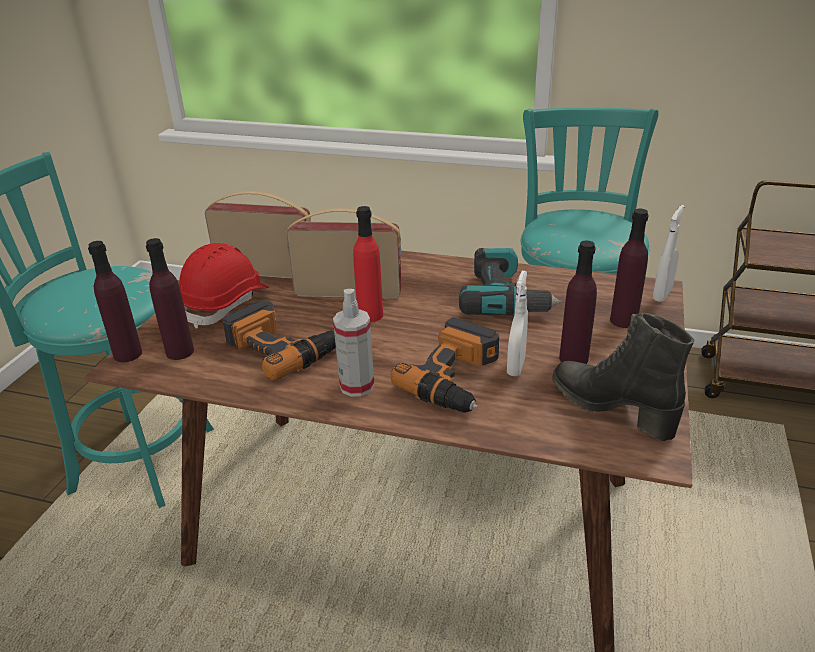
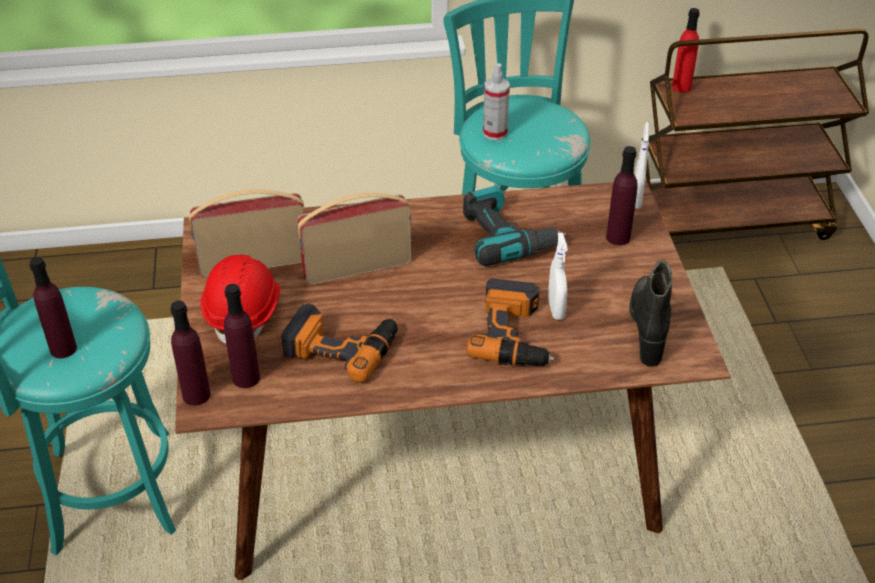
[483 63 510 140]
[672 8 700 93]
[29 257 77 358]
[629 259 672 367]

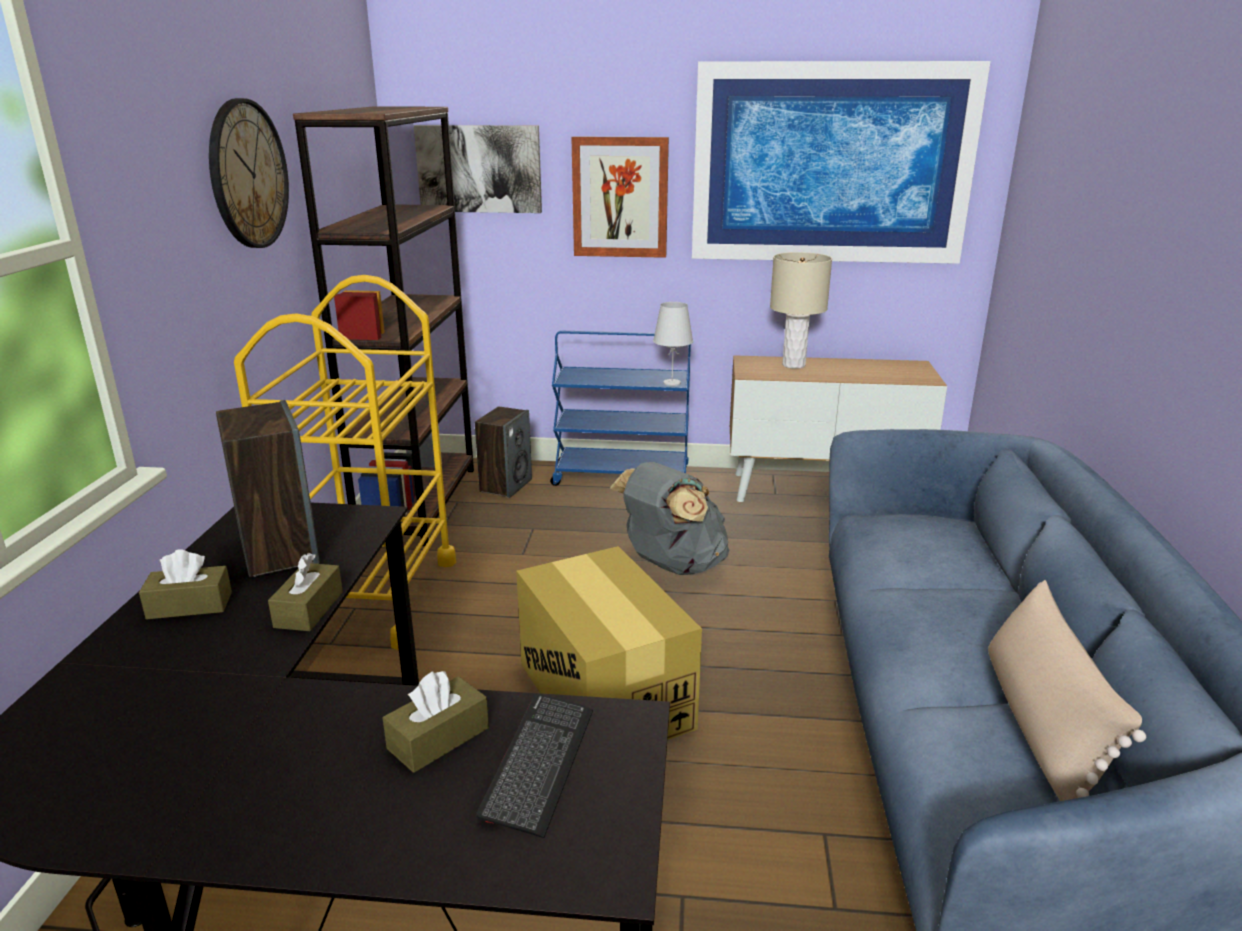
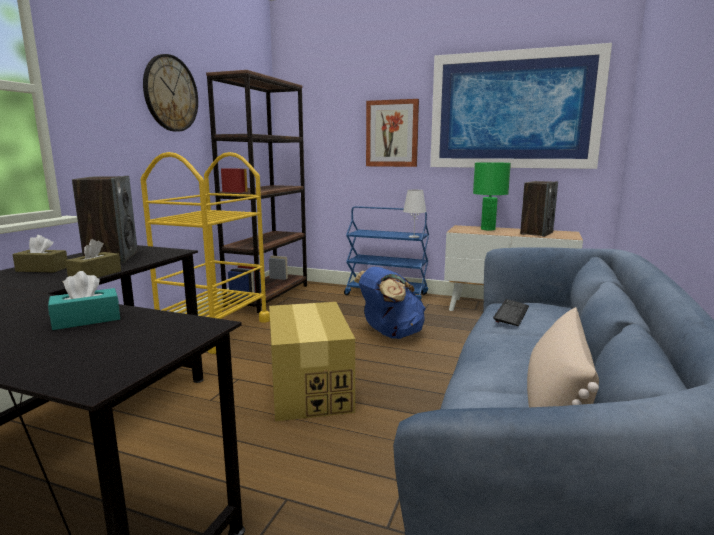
[414 125 542 213] (first image)
[520 181 558 237]
[493 299 529 326]
[48 271 120 330]
[354 267 426 339]
[473 162 511 231]

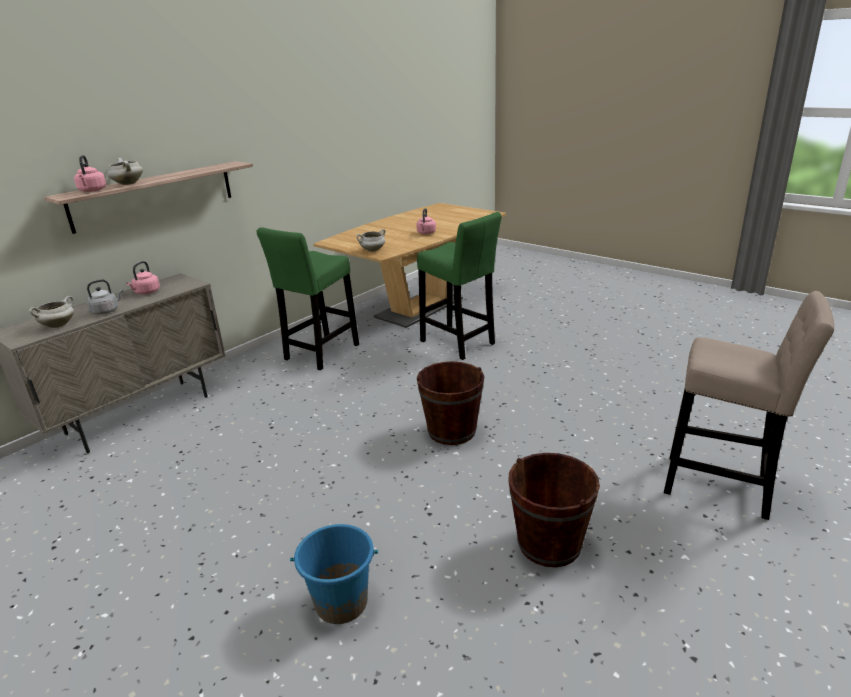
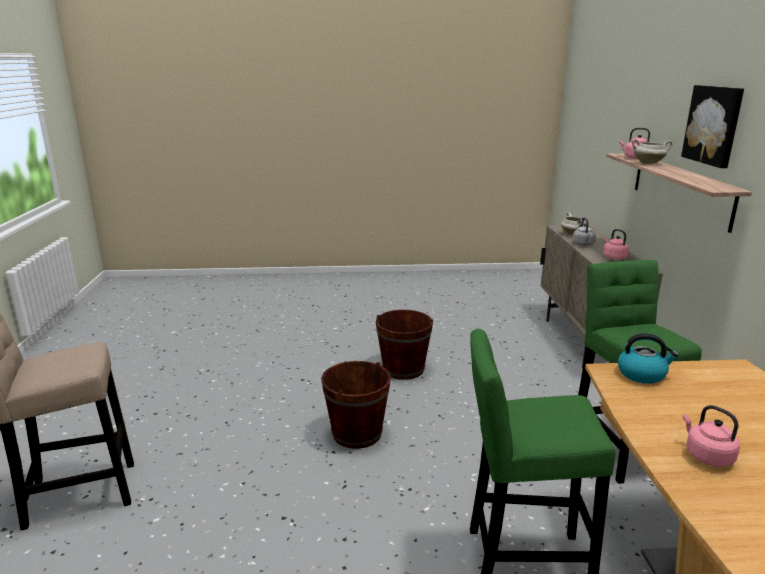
[290 524 378 624] (first image)
[681 85 744 168]
[376 310 433 380]
[618 333 679 384]

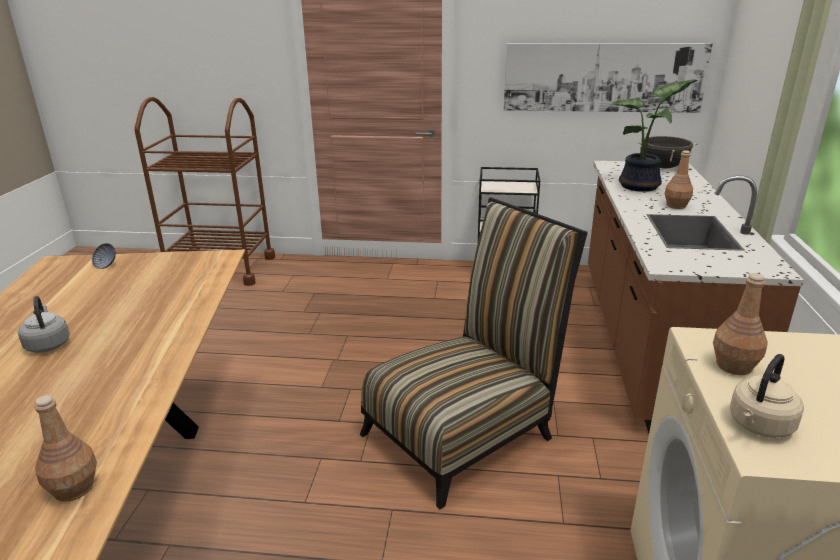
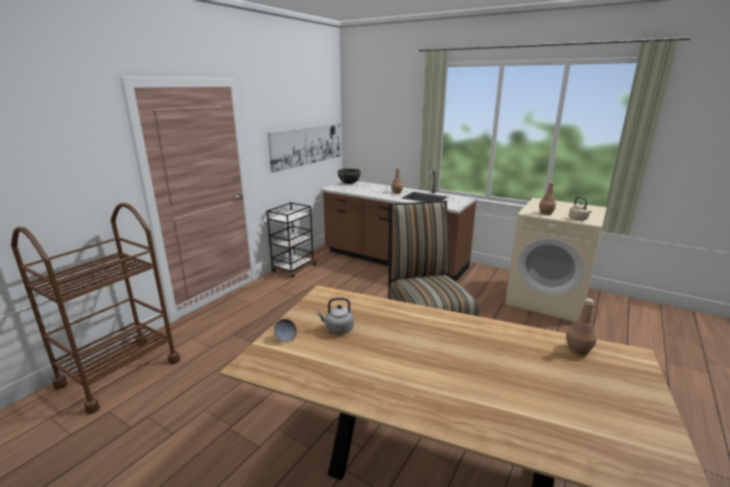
[611 79 698 192] (first image)
[317 297 354 334]

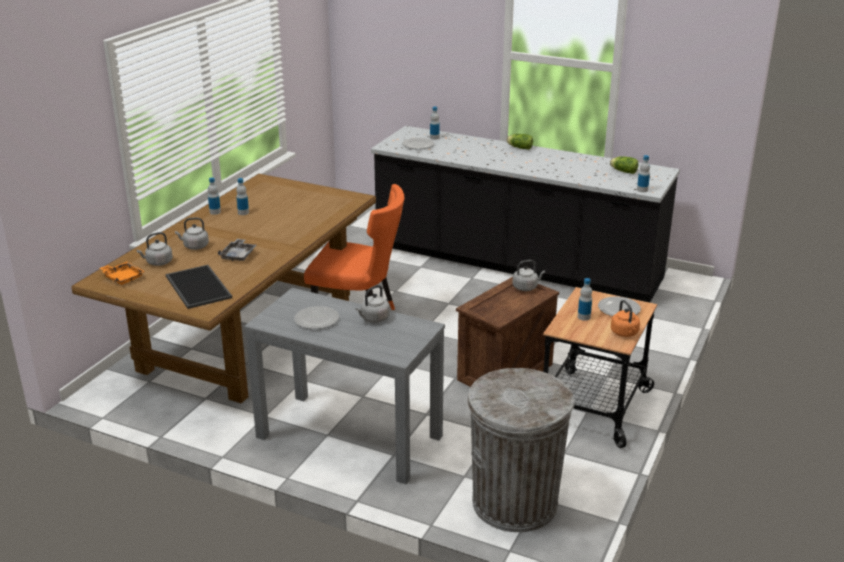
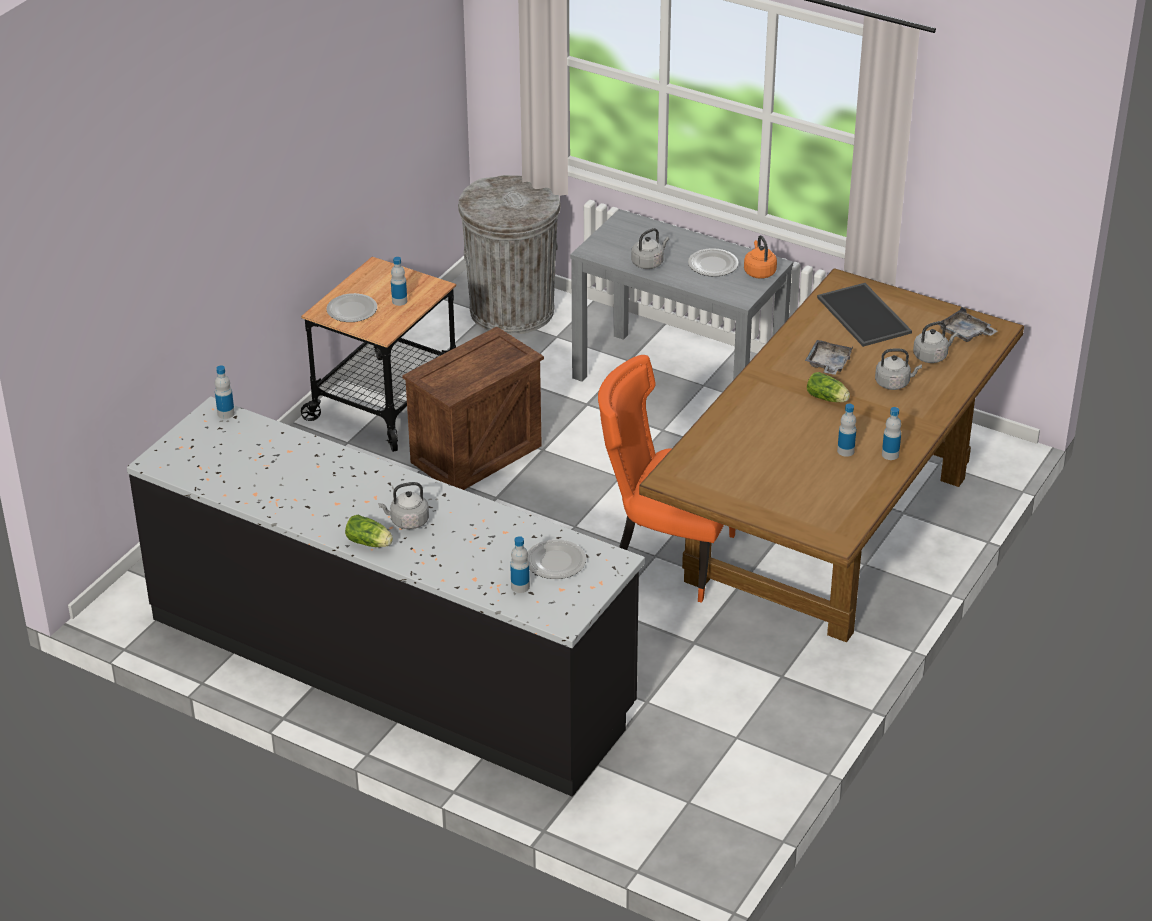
[378 482 429 529]
[807 372 850 402]
[744 235 777 279]
[937 307 998 342]

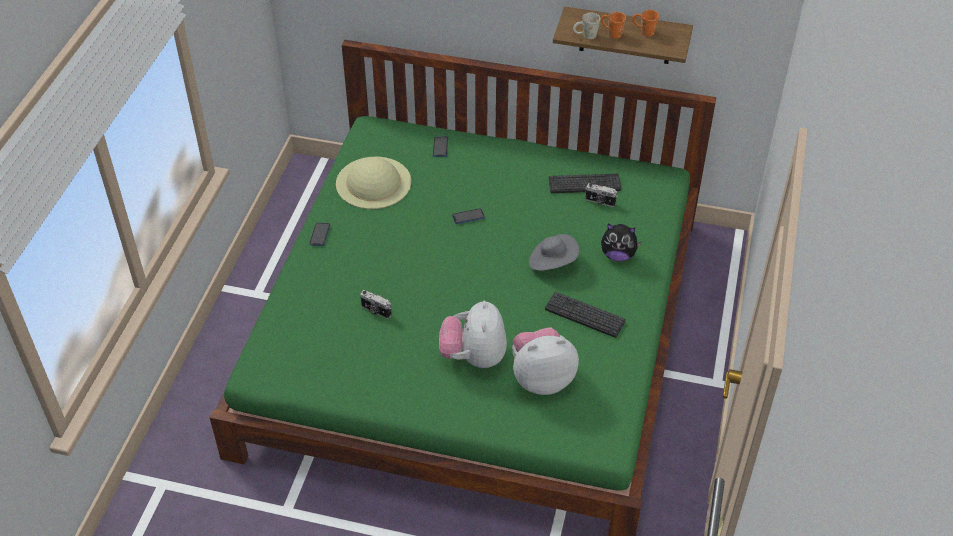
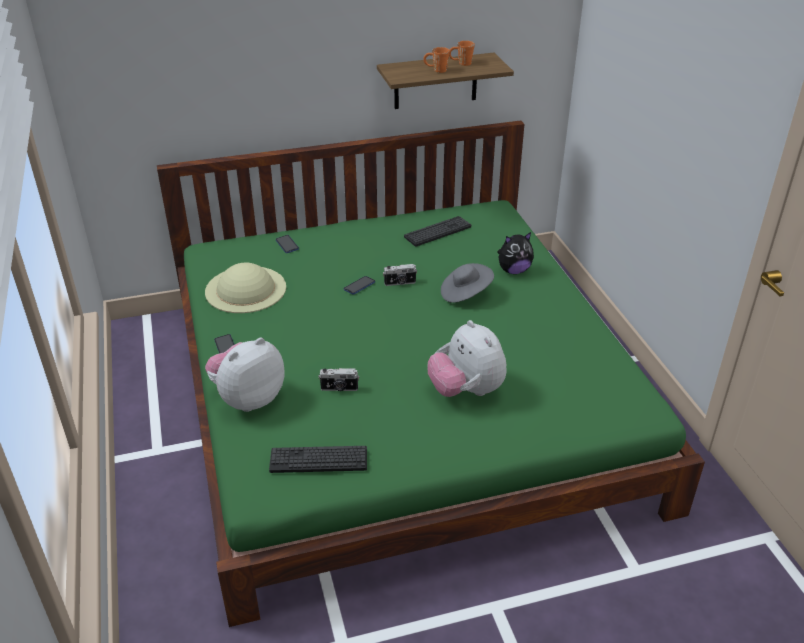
[573 12 600 39] (first image)
[205 338 285 412]
[269 446 367 473]
[383 264 417 286]

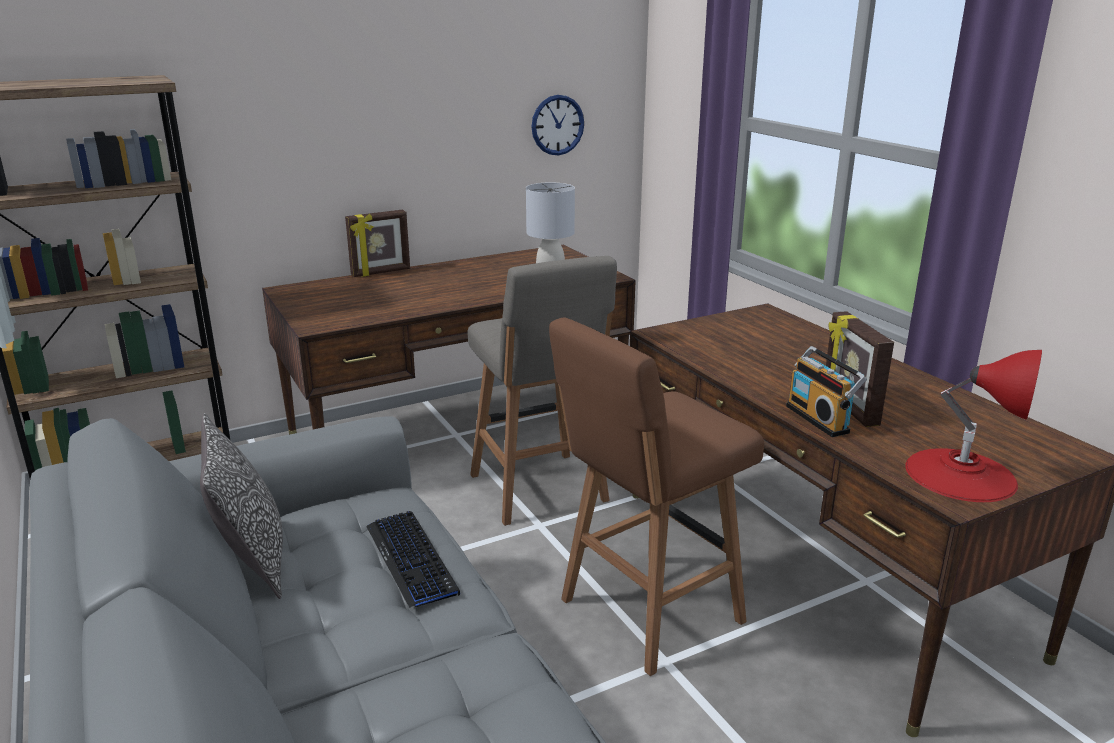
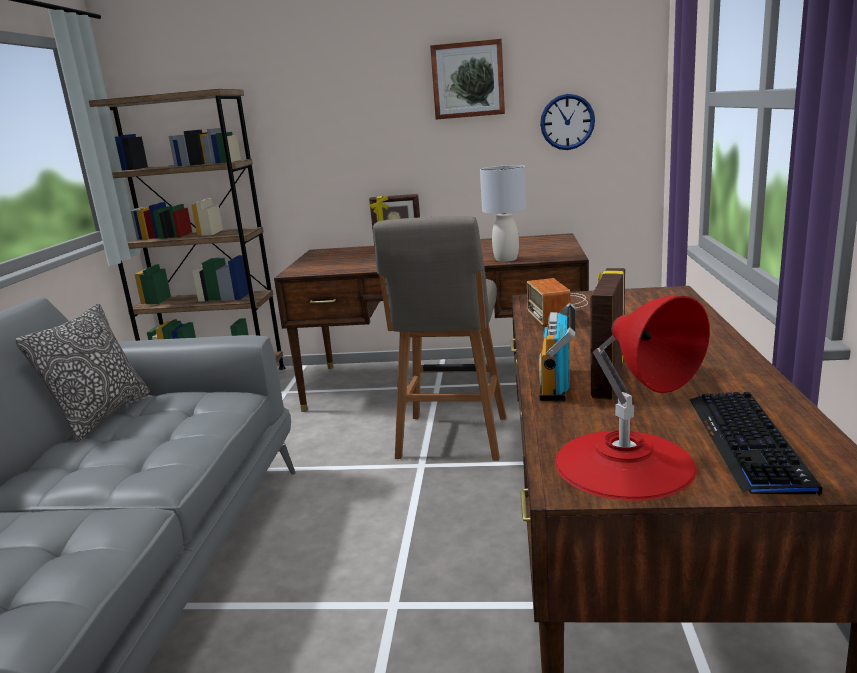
[549 317 764 676] (first image)
[430 39 505 120]
[527 278 588 325]
[690 392 822 496]

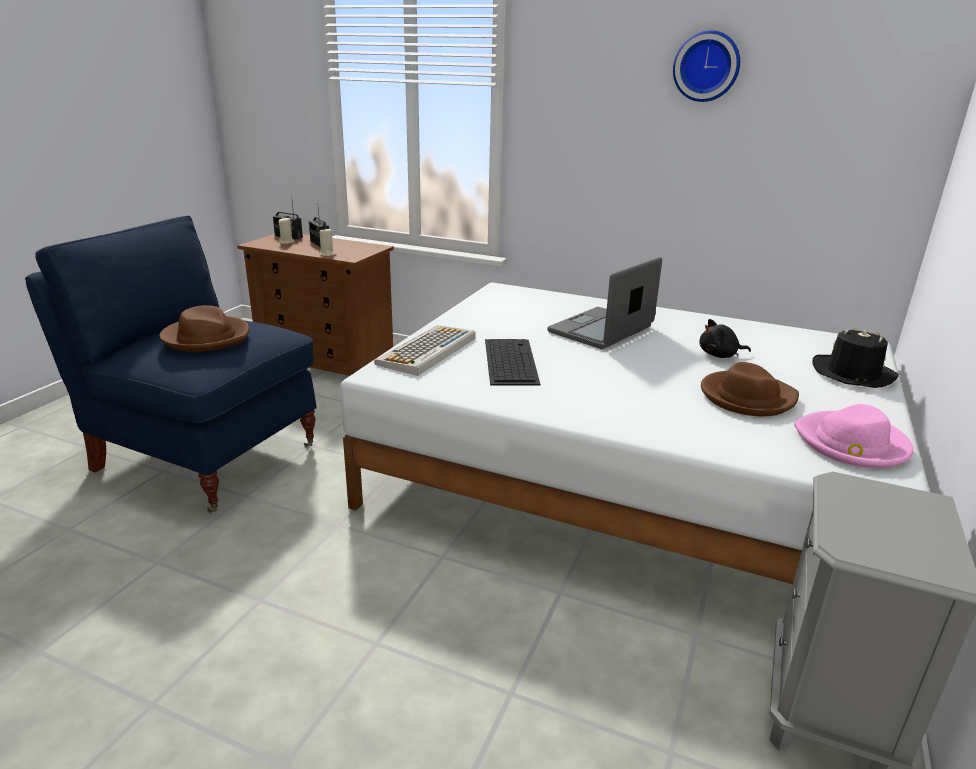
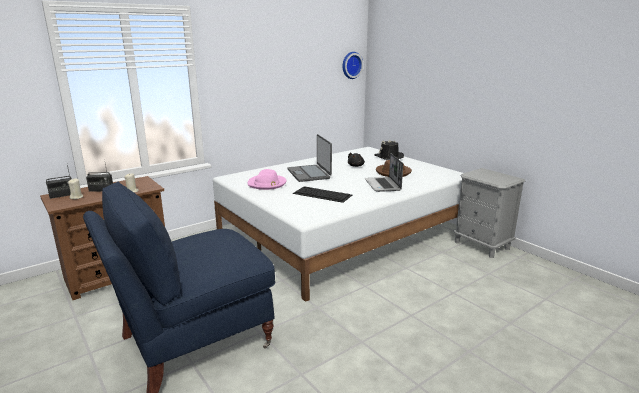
[160 305 250 352] (first image)
[374 325 476 376] (first image)
[365 153 403 192]
[342 52 363 79]
[247 169 286 190]

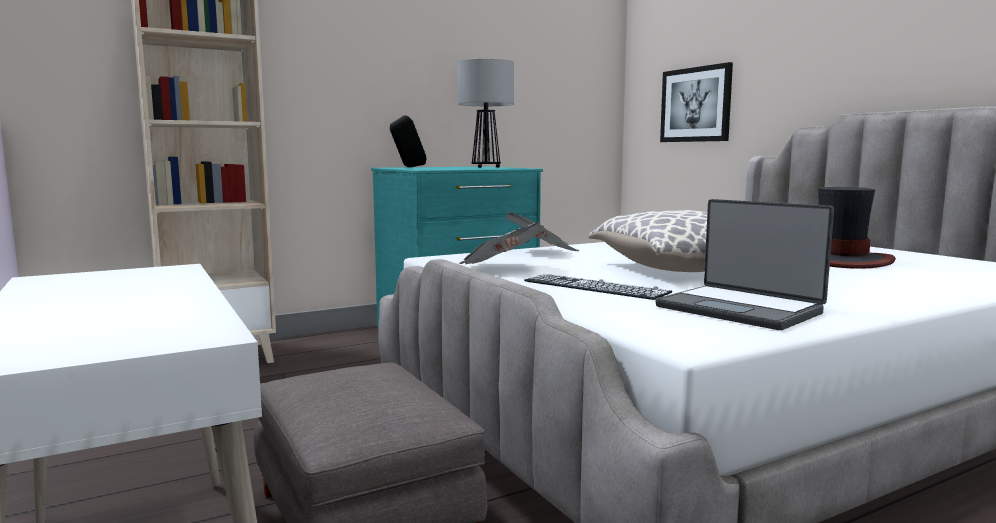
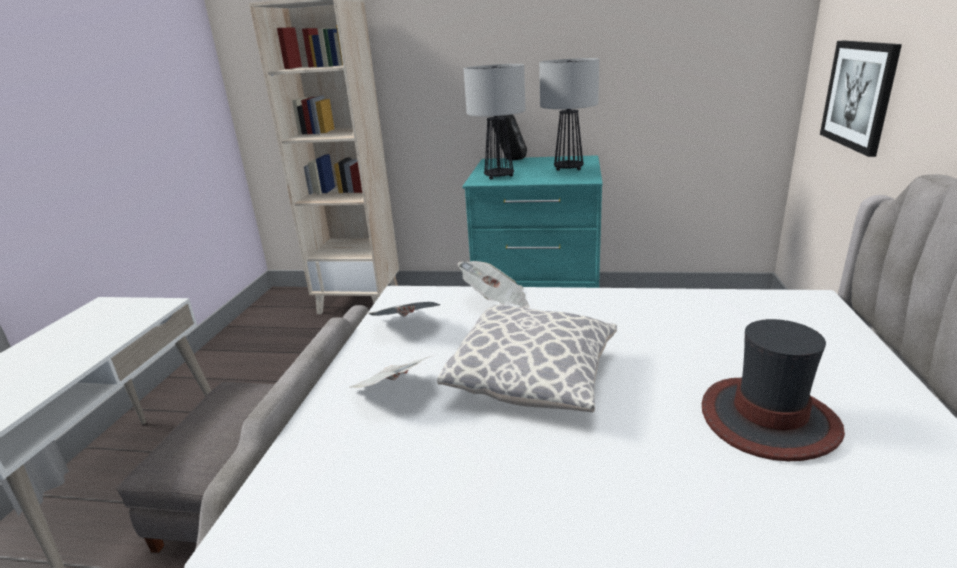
[655 199 834 330] (first image)
[464 64 525 180]
[350 355 435 388]

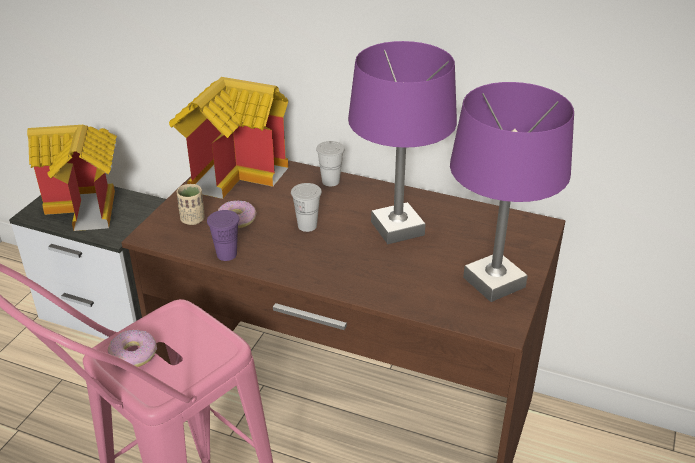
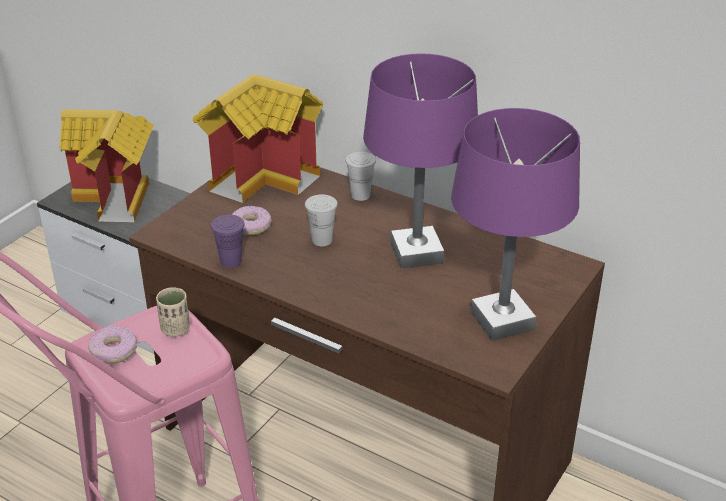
[156 287 190 337]

